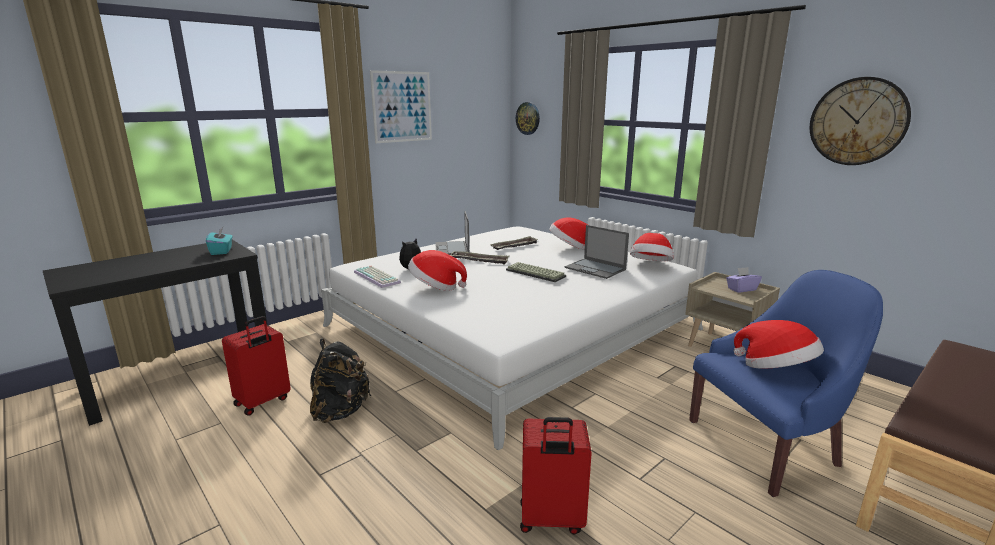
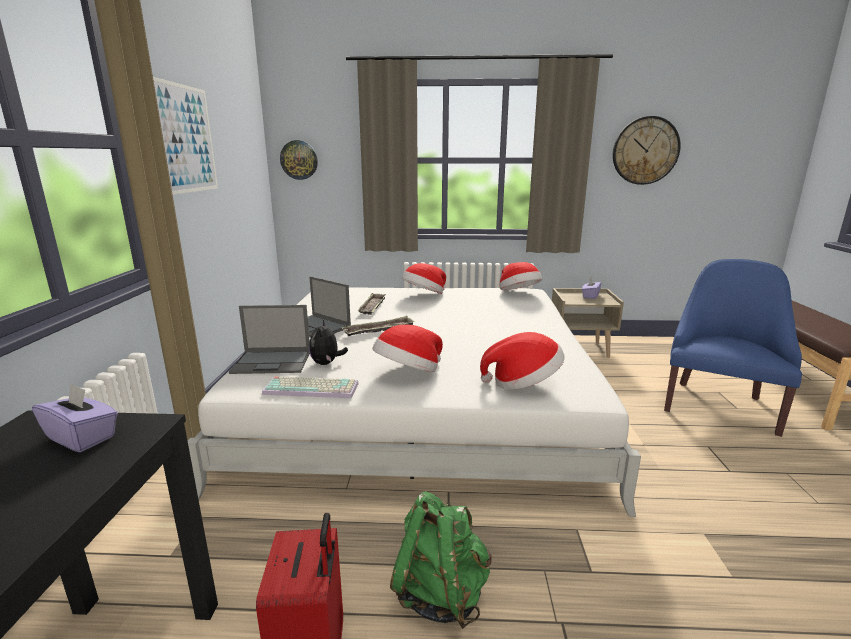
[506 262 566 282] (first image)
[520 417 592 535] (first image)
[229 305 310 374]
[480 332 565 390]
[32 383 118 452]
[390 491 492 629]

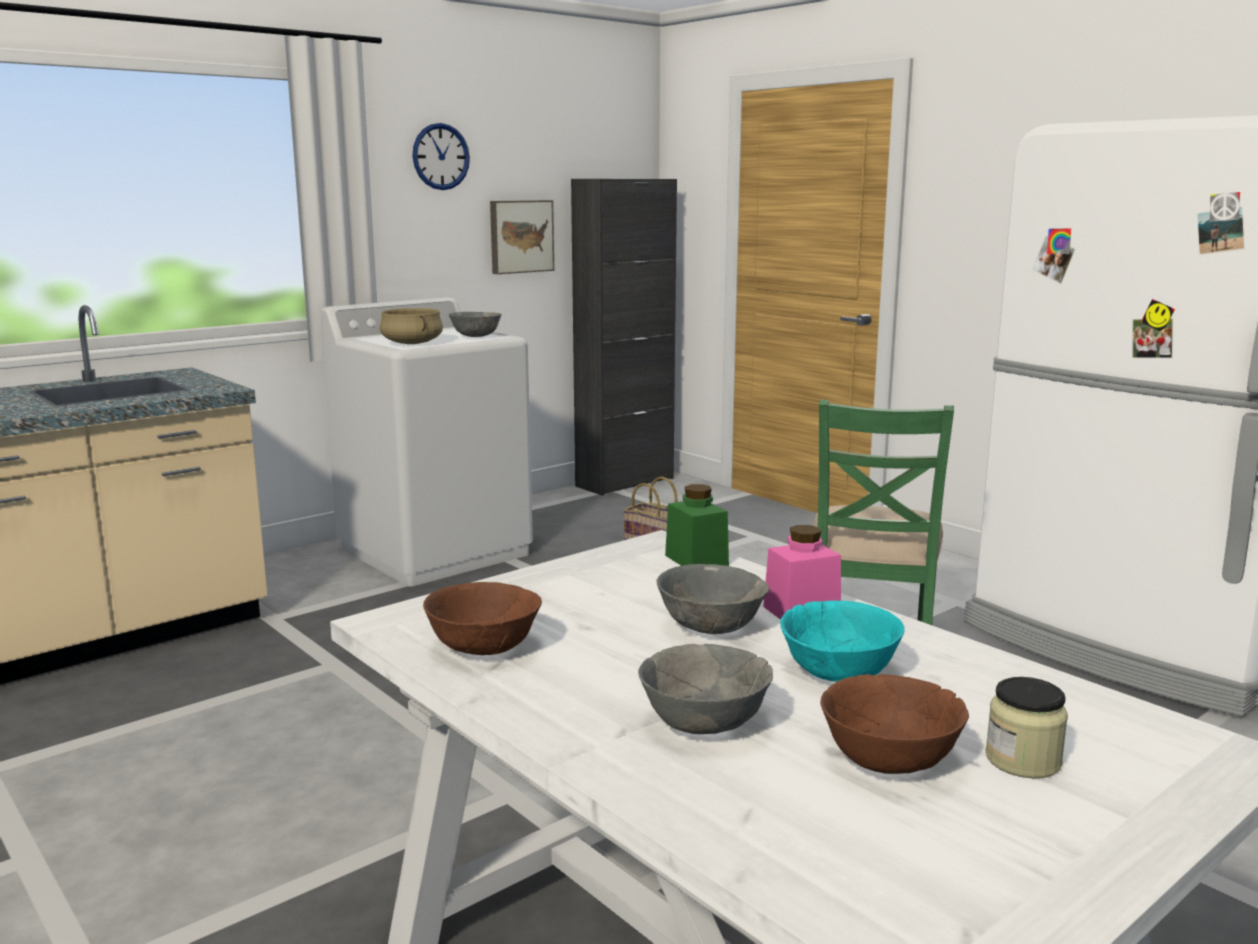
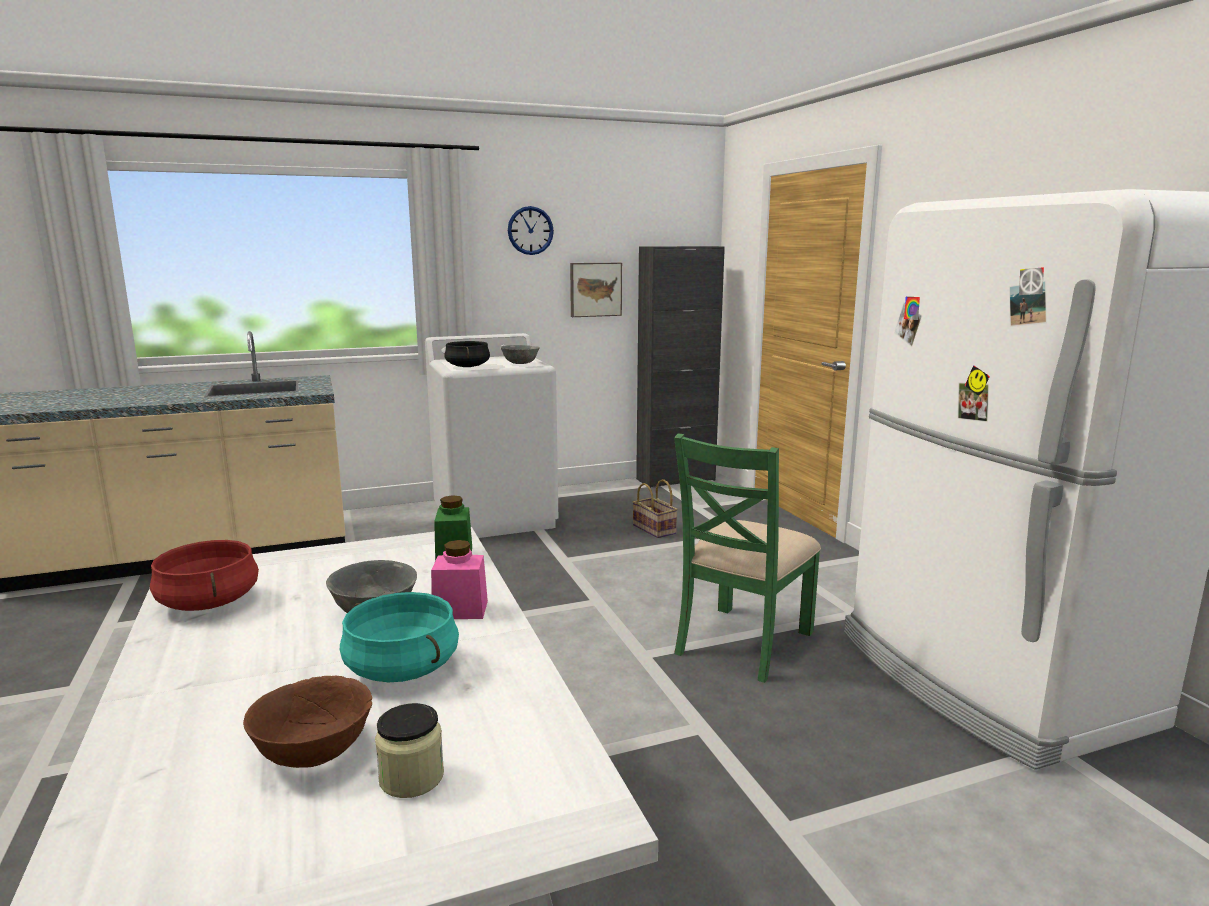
[638 644 773 734] (first image)
[150 540 259 611]
[340 592 459 682]
[444 341 490 367]

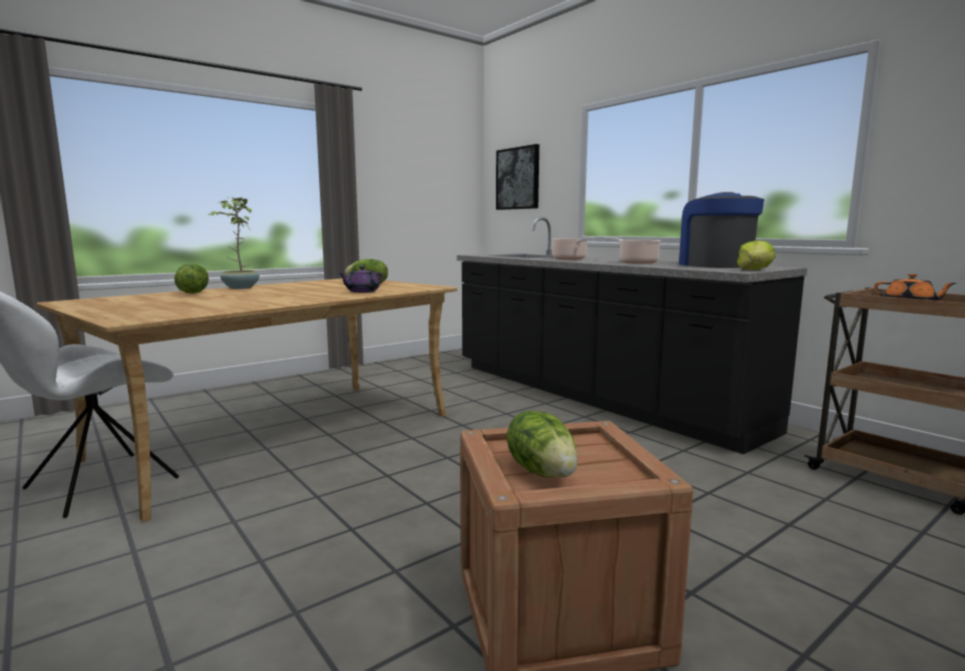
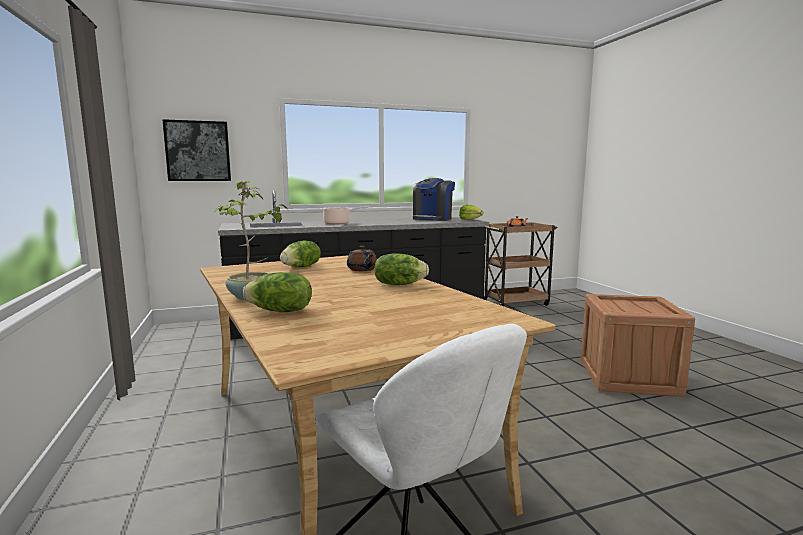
[605 237 662 264] (first image)
[374 253 429 285]
[347 246 377 271]
[413 178 455 221]

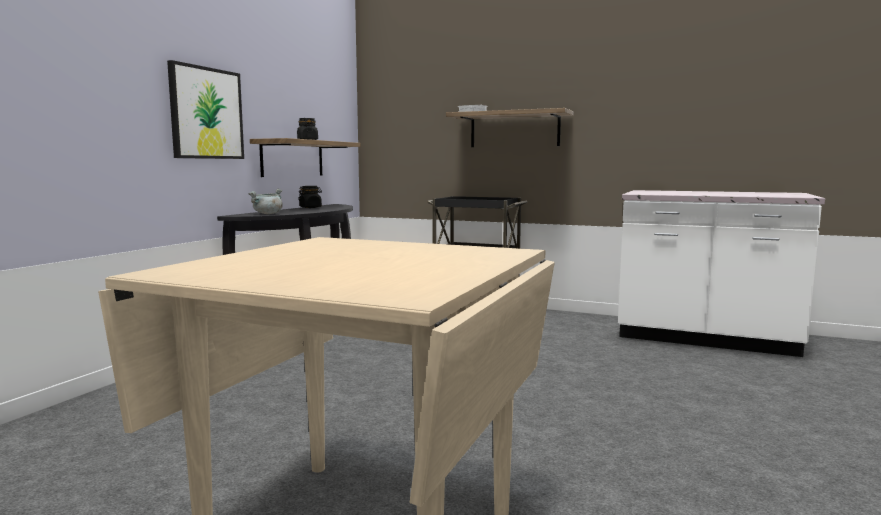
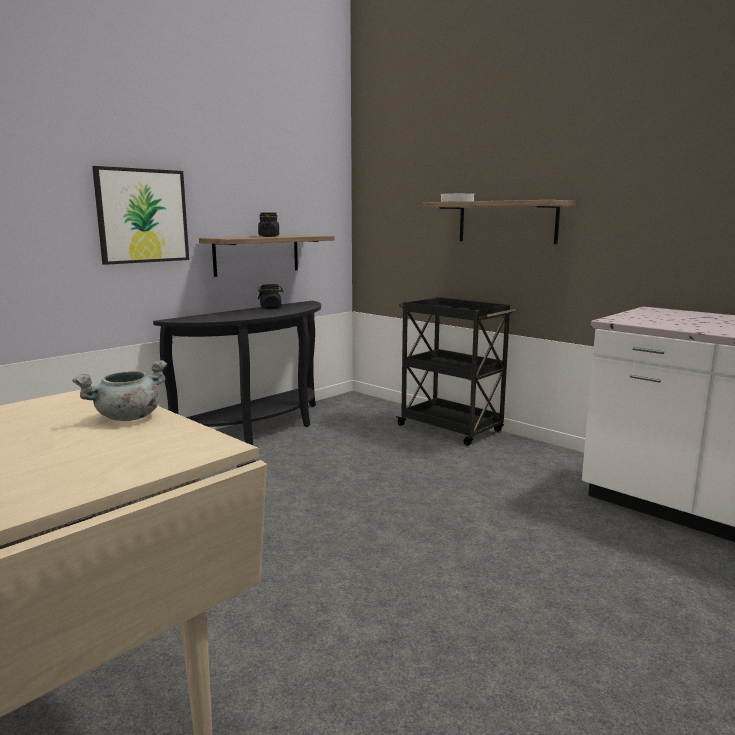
[72 360 167 421]

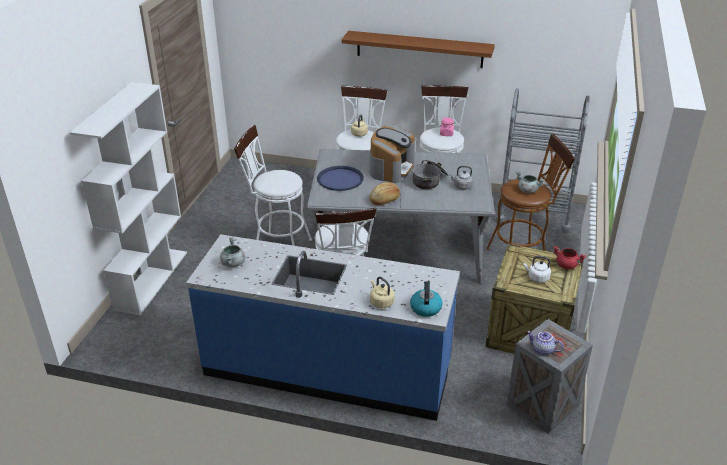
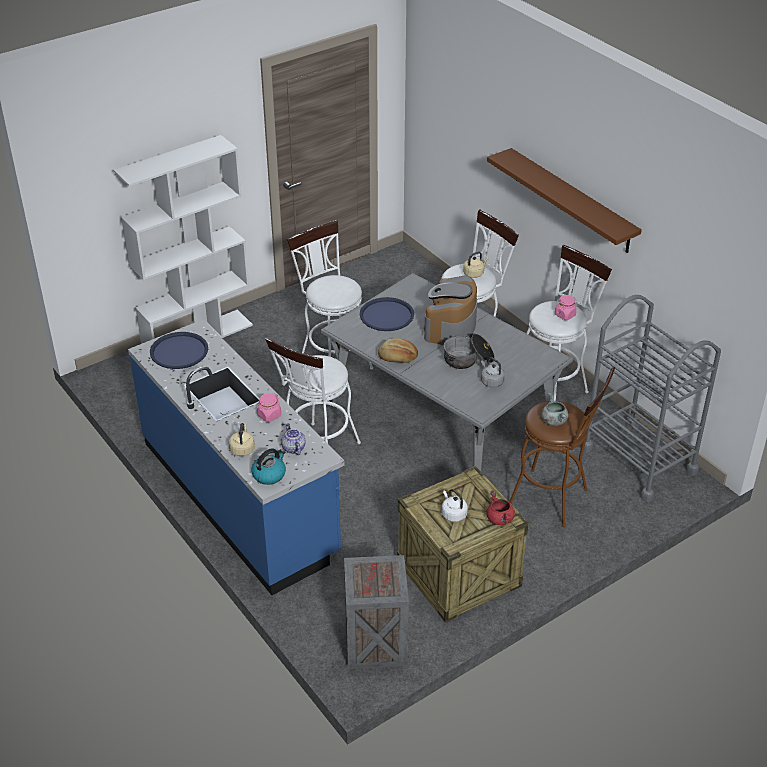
[257 393 281 422]
[281 423 305 455]
[150 332 208 369]
[424 275 477 346]

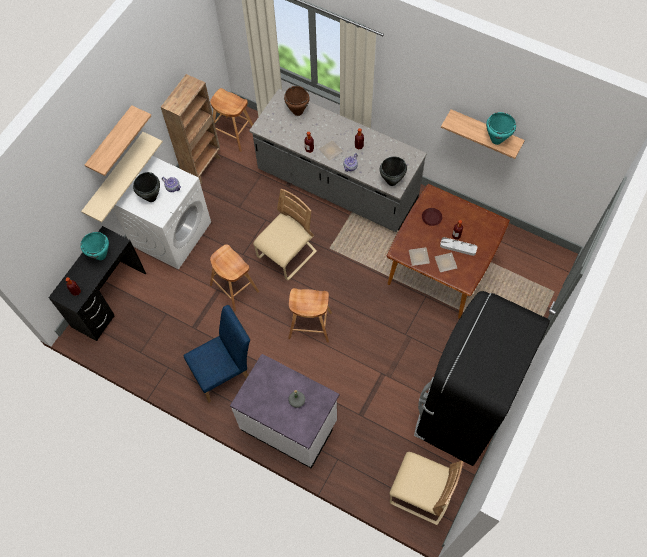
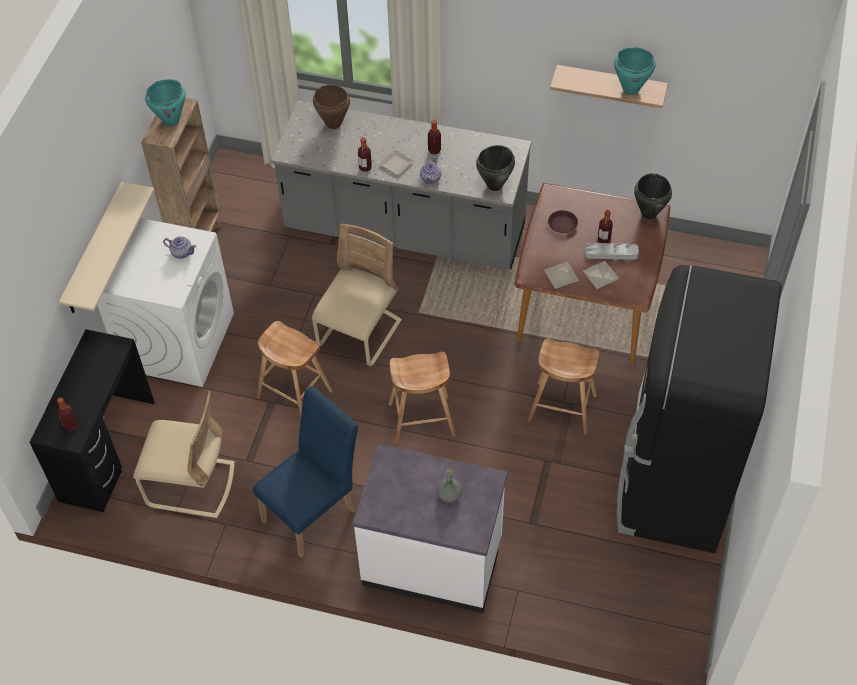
[85 105 151 176] (first image)
[145 79 186 126]
[634 173 672 219]
[527 338 599 435]
[133 391 235 518]

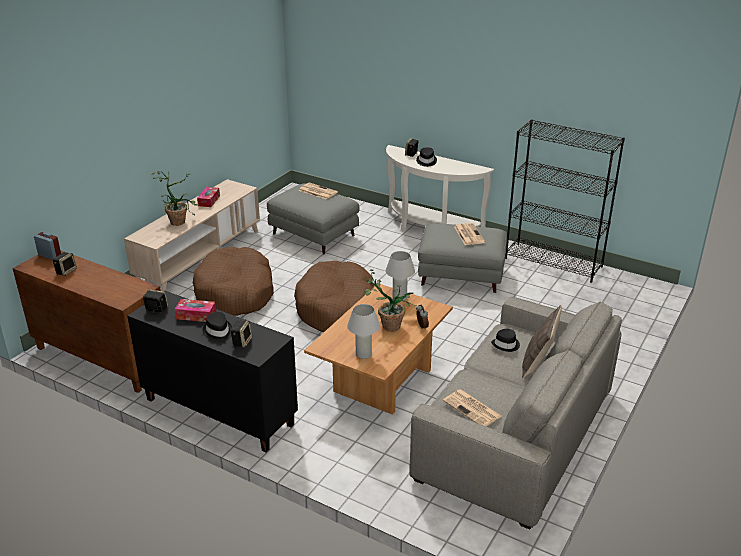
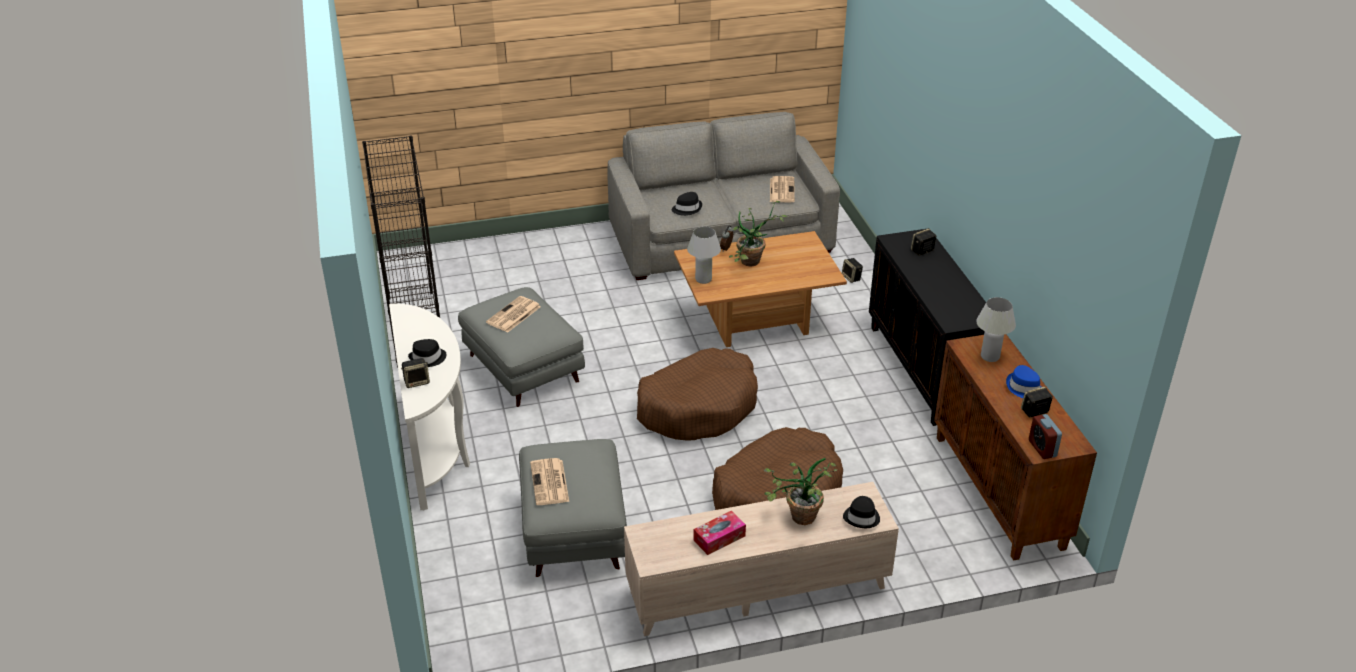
[175 299 216 322] (first image)
[522 305 562 378] (first image)
[1006 365 1041 398]
[842 258 863 283]
[843 496 880 528]
[976 297 1016 362]

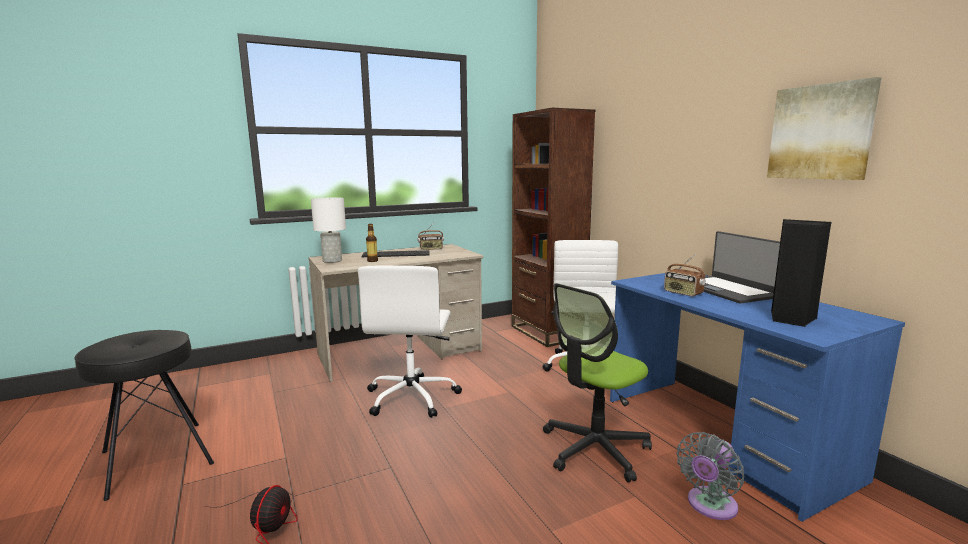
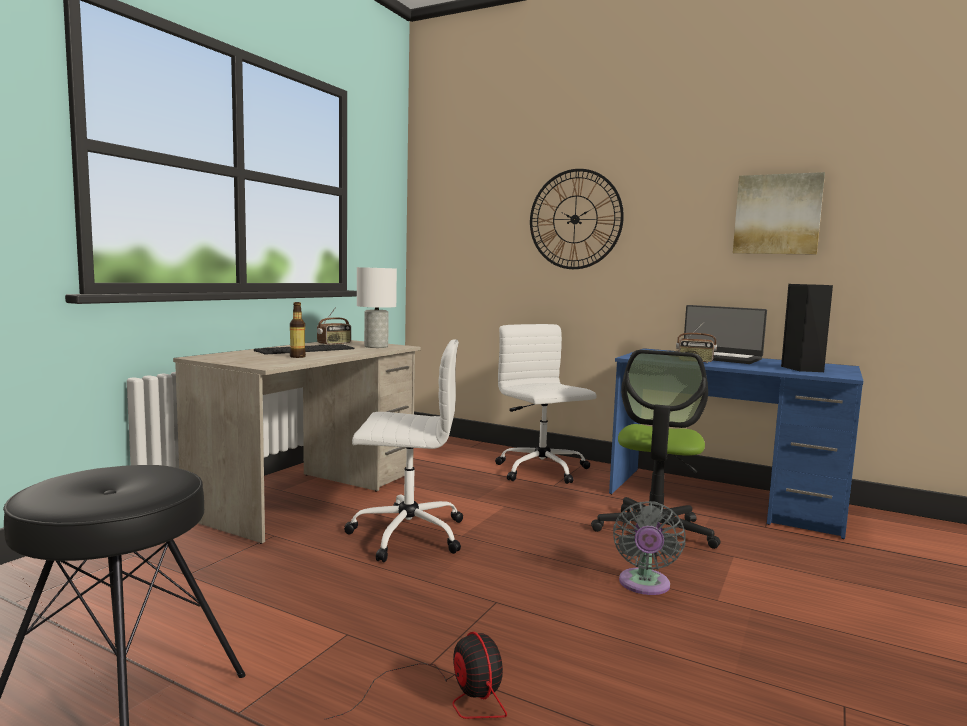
[511 108 595 347] (first image)
[530 169 624 269]
[357 267 397 348]
[613 501 686 595]
[344 339 463 562]

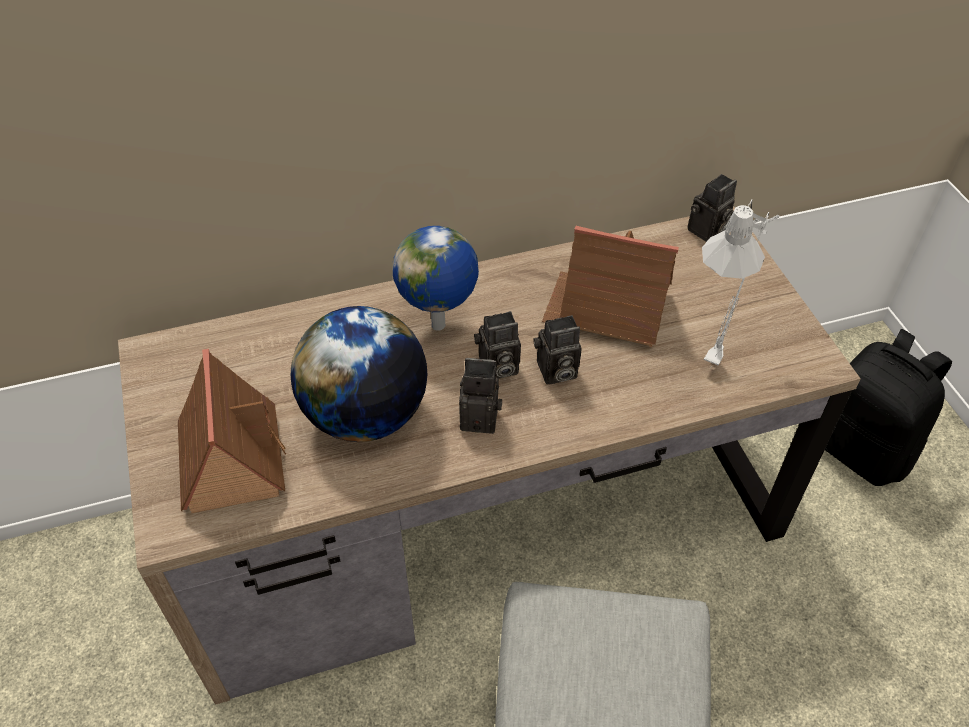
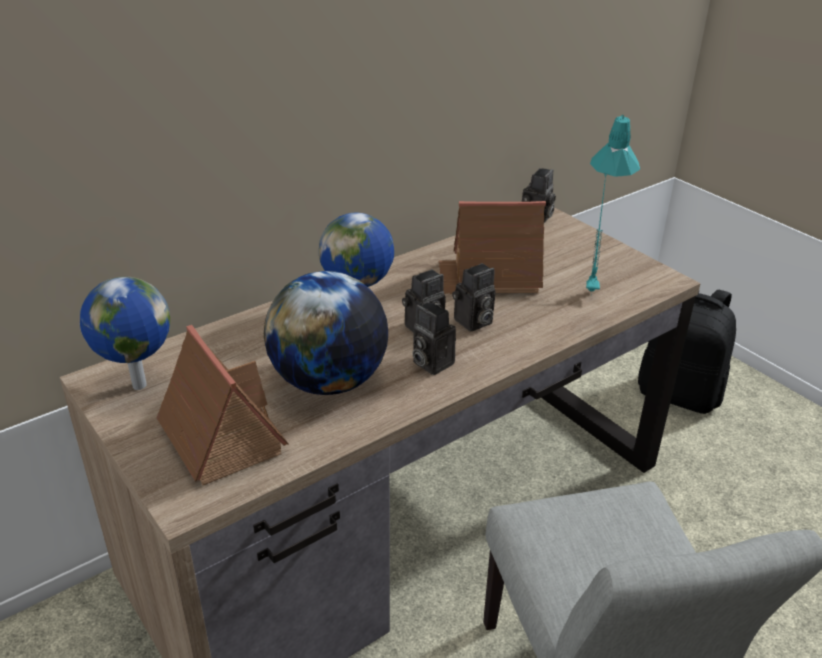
[80 277 171 390]
[586 115 640 293]
[412 301 456 375]

